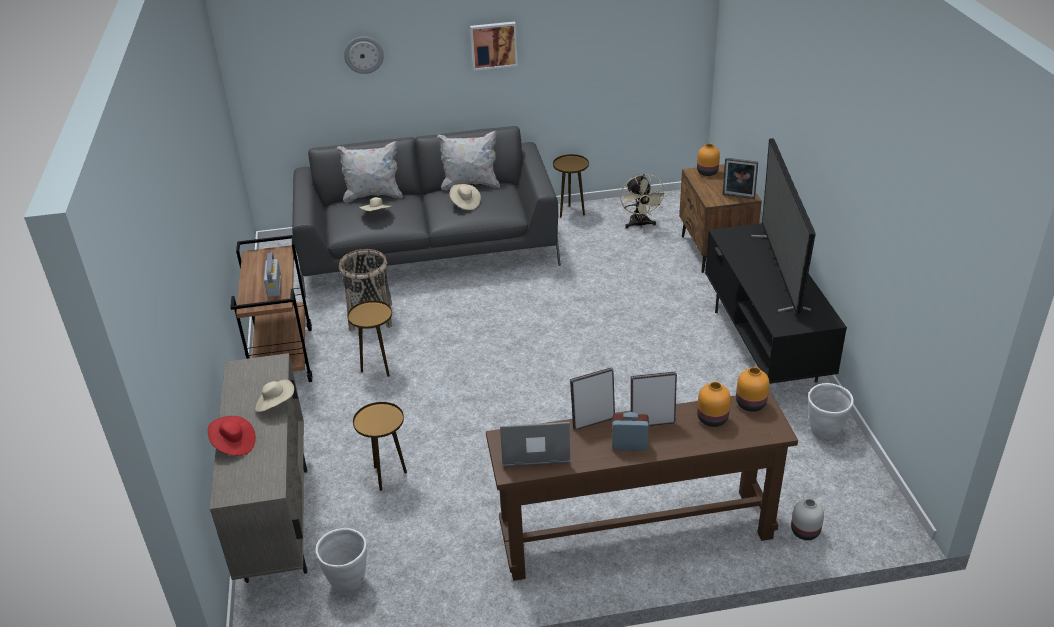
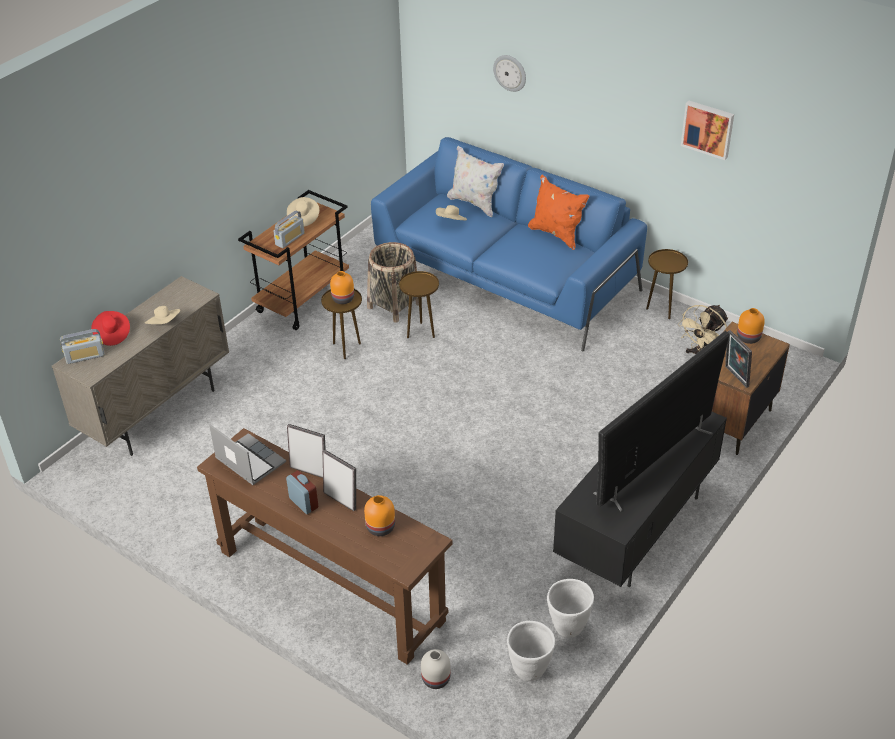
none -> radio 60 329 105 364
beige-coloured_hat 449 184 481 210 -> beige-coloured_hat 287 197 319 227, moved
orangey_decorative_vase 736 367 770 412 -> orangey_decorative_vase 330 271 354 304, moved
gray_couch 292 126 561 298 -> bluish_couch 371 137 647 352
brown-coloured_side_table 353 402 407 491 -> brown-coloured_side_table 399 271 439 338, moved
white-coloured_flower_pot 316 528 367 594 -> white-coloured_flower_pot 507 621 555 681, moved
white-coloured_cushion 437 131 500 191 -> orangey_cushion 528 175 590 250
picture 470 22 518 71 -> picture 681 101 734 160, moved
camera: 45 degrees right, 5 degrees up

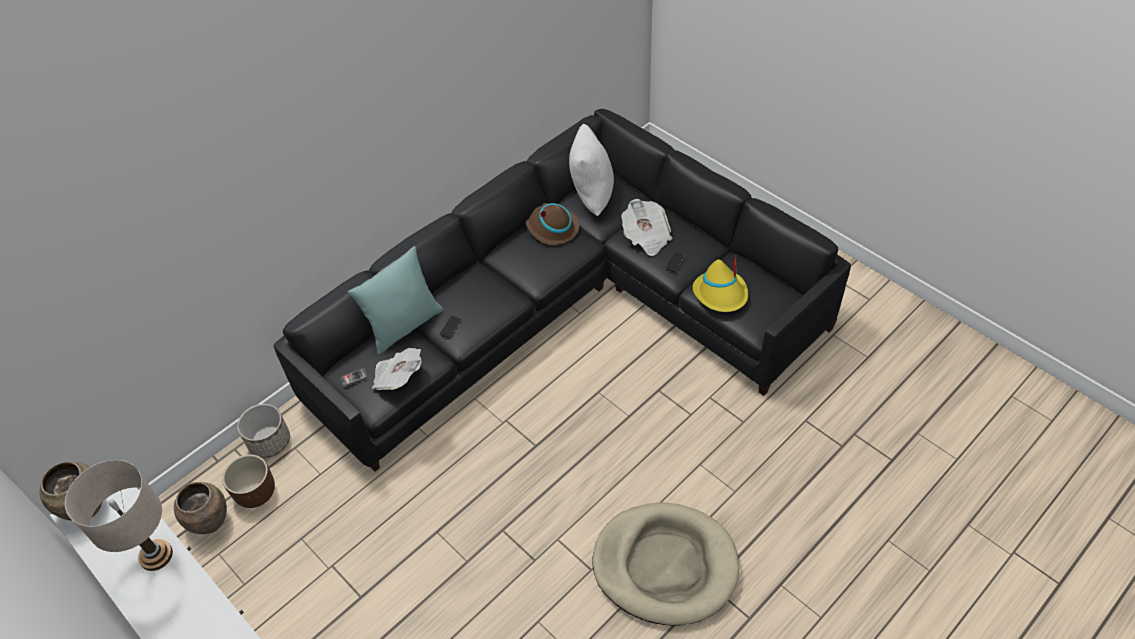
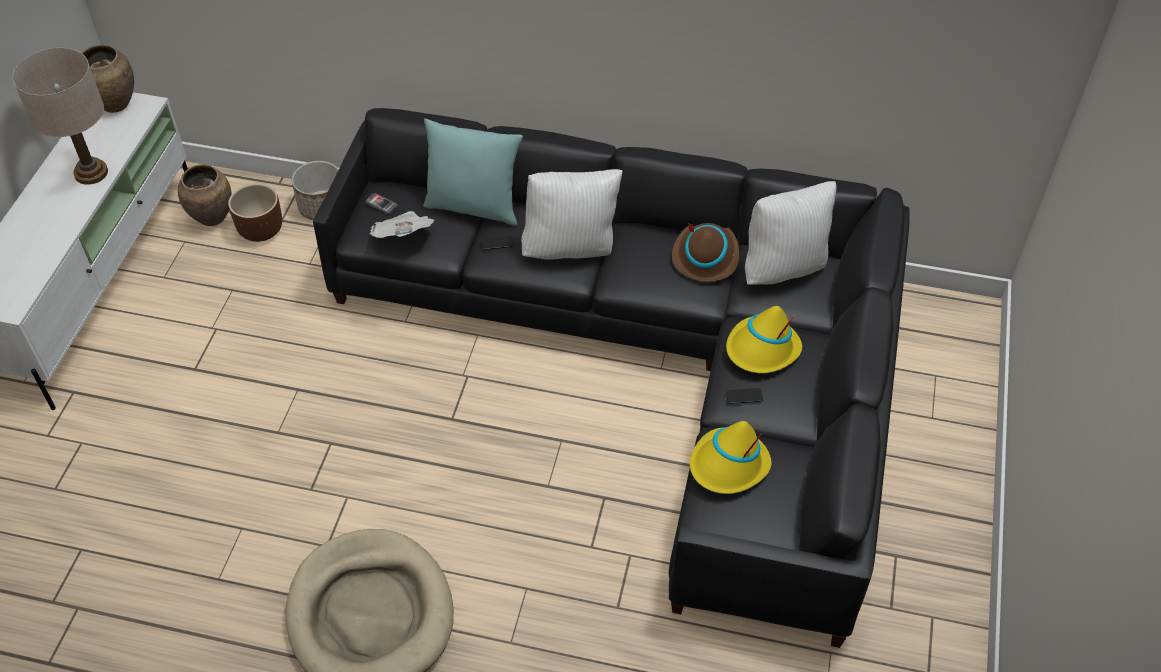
none -> white-coloured_cushion 521 169 622 260
newspaper 621 199 672 256 -> yellow-coloured_hat 726 306 802 373
camera: 55 degrees right, 0 degrees up

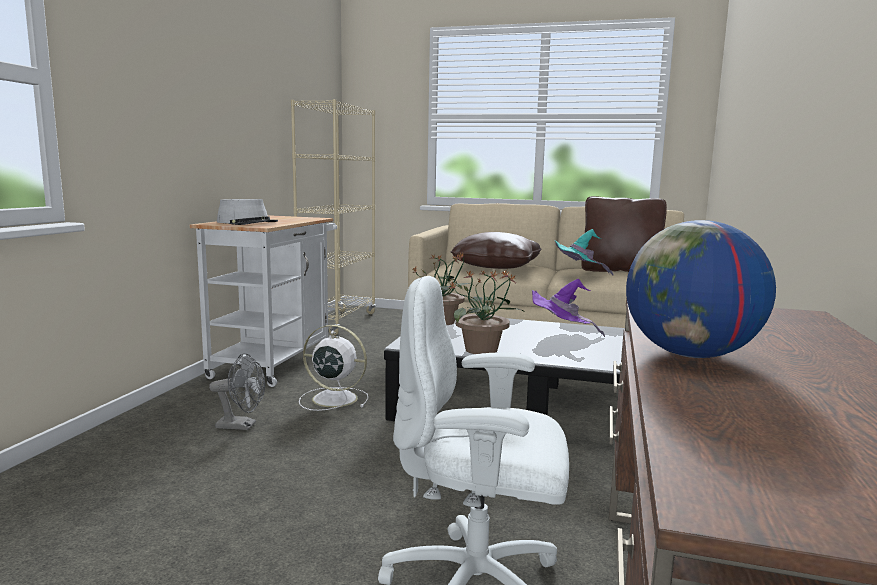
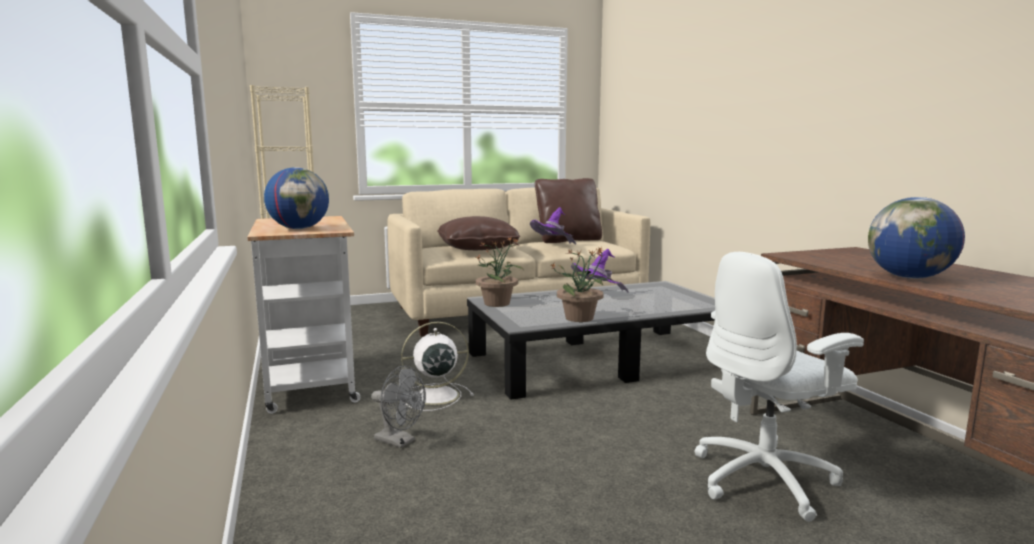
gray_hat 217 199 278 225 -> world_globe 264 167 329 229
gray_cooling_fan 209 353 265 430 -> gray_cooling_fan 371 366 426 448, 60 degrees clockwise
blue-green_hat 554 229 614 275 -> purple_hat 530 207 576 245
camera: 35 degrees left, 0 degrees up

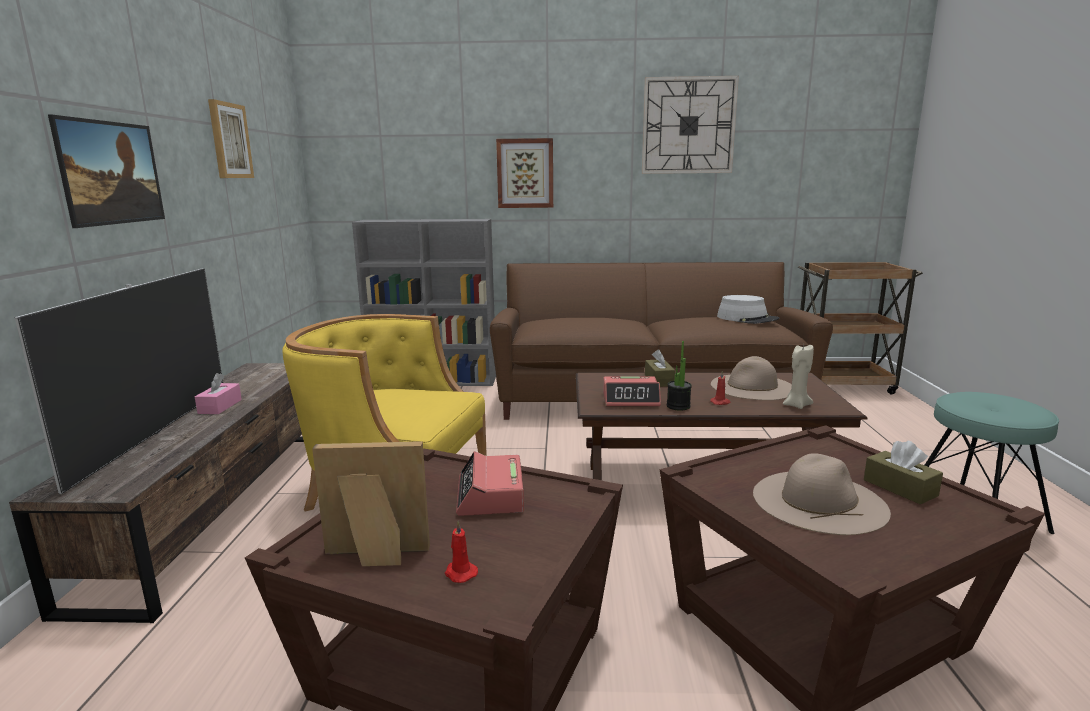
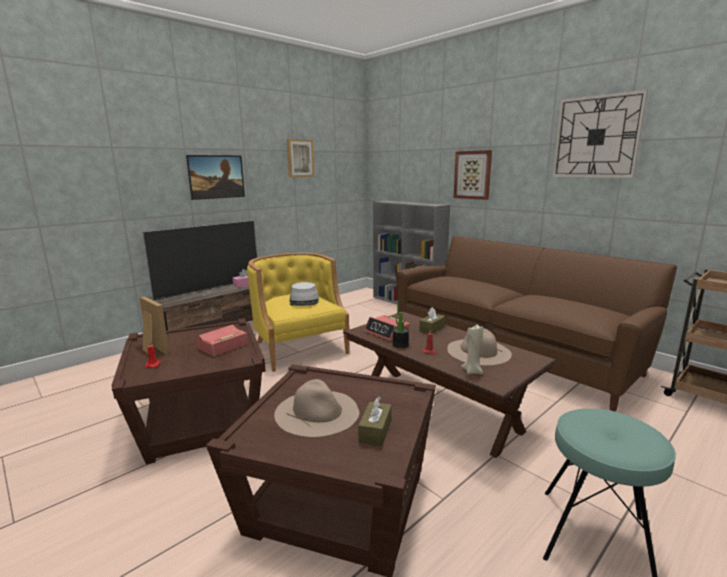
gray_hat 717 295 779 324 -> gray_hat 289 282 319 306, moved
camera: 45 degrees right, 0 degrees up

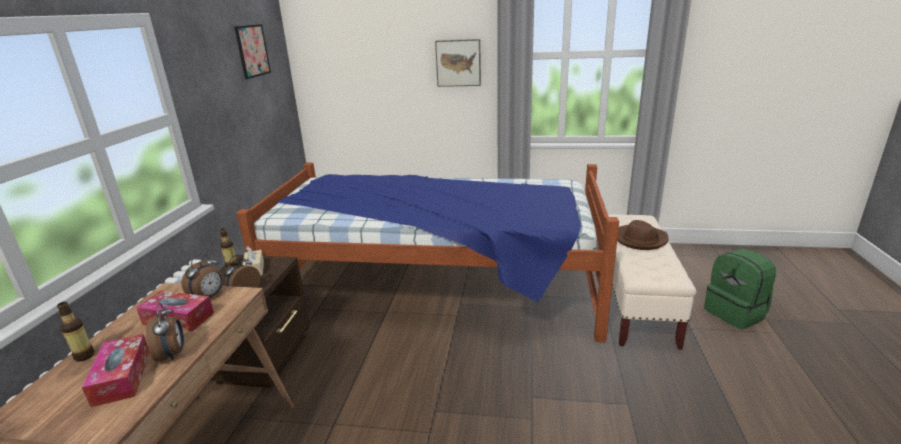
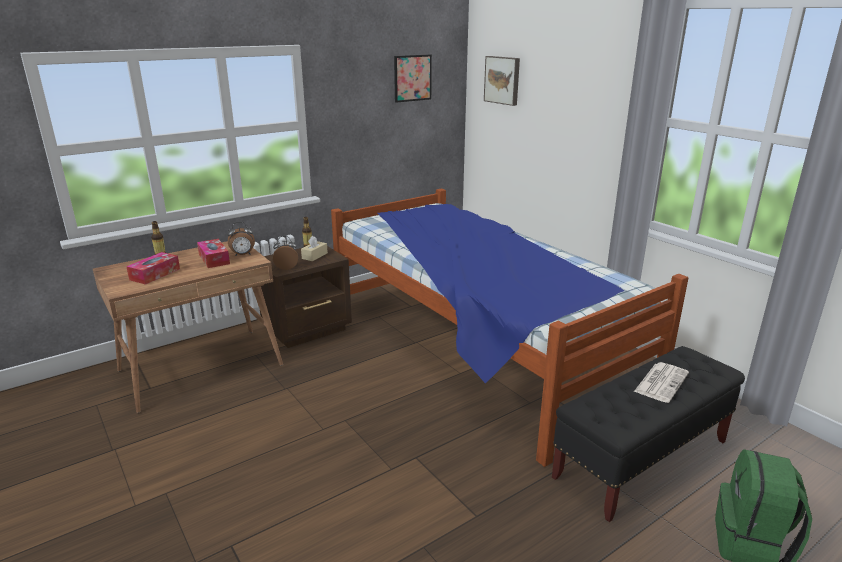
picture 435 39 481 87 -> picture 484 56 520 106, moved
beige-coloured_indoor_bench 608 215 696 350 -> black-coloured_indoor_bench 552 346 745 522
brown-coloured_hat 617 220 668 250 -> newspaper 634 362 689 403
alarm_clock 146 303 184 362 -> none
camera: 45 degrees right, 0 degrees up

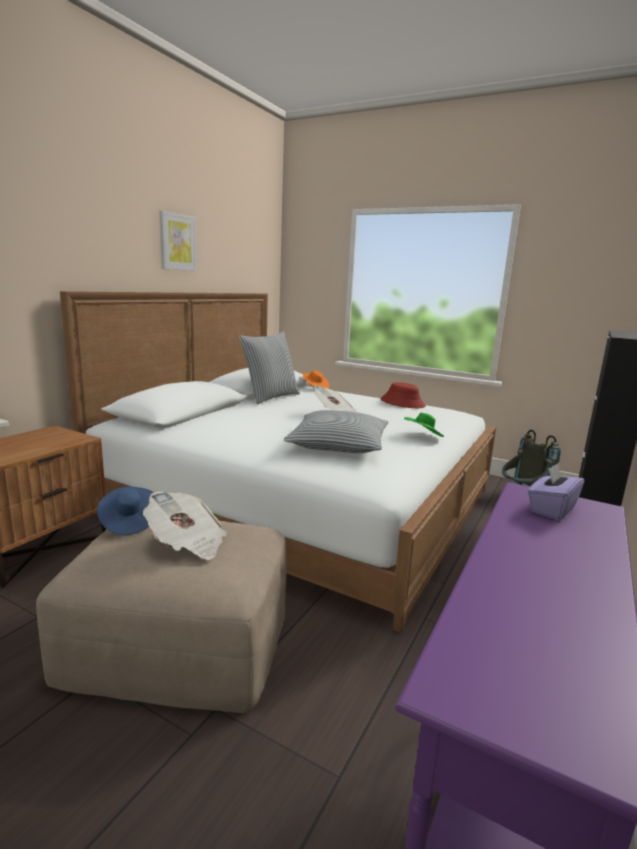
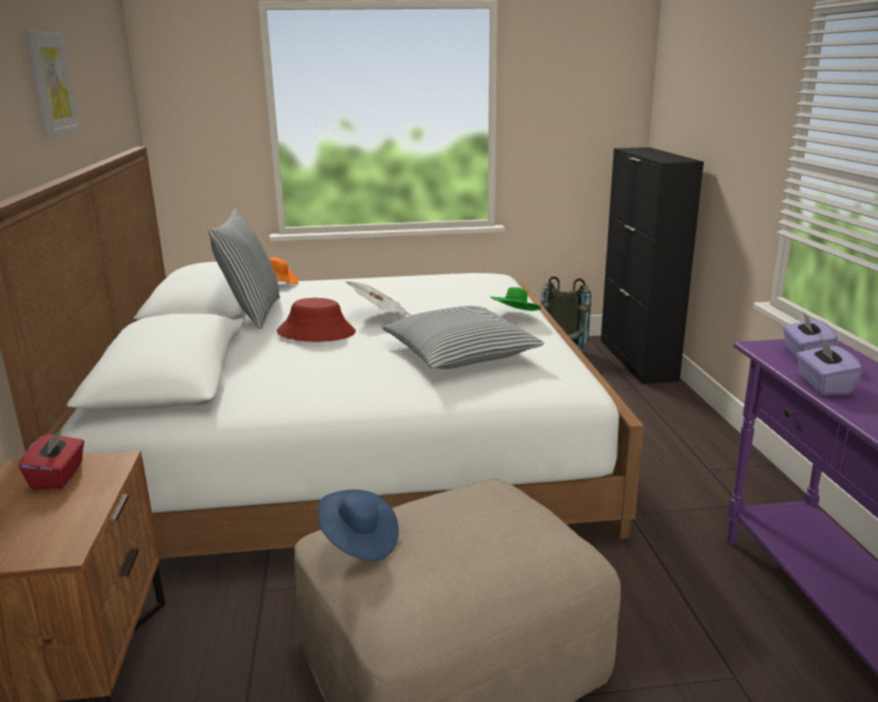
none -> reddish_tissue_holder 19 428 84 490
reddish_hat 380 382 426 408 -> reddish_hat 277 298 356 342, moved
none -> purple_tissue_holder 796 337 863 395
newspaper 143 491 227 560 -> none
camera: 35 degrees left, 5 degrees up

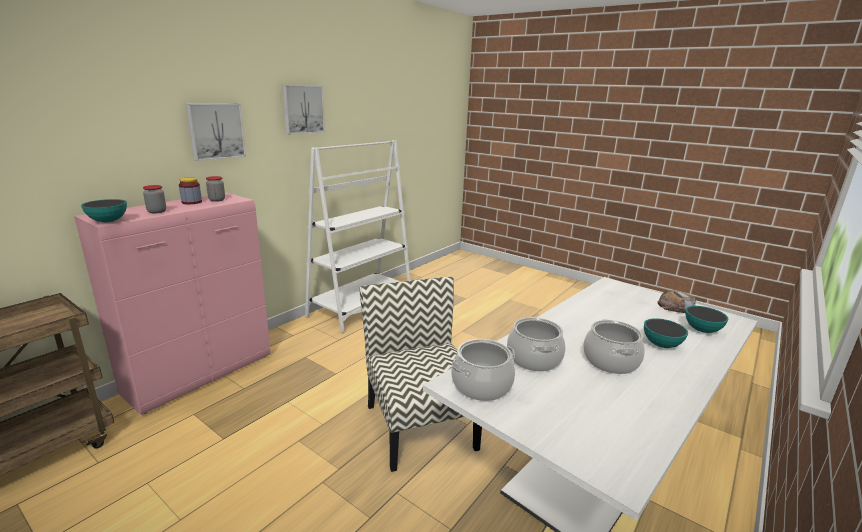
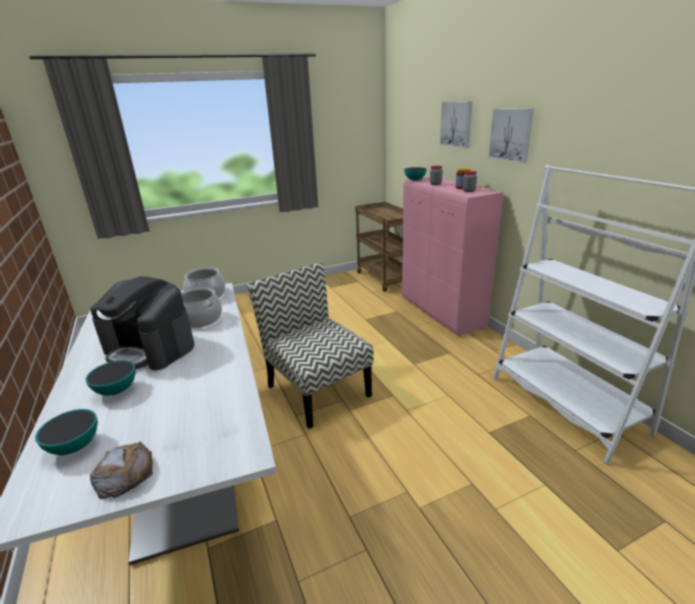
stockpot 583 319 645 374 -> coffee_brewer 91 276 194 370
chair 359 277 482 472 -> chair 247 262 374 429, 135 degrees counterclockwise
picture 282 85 325 134 -> picture 440 101 473 148, moved
camera: 120 degrees right, 5 degrees up

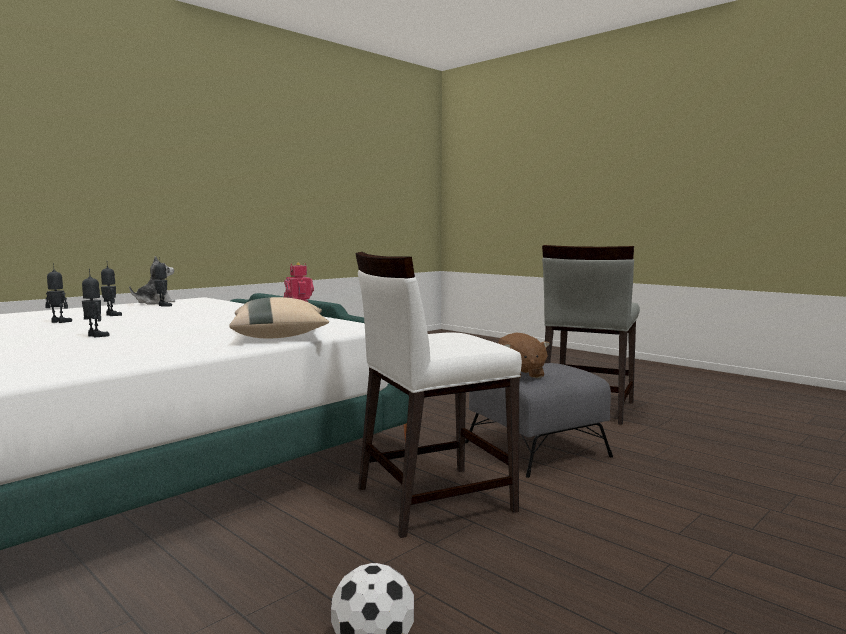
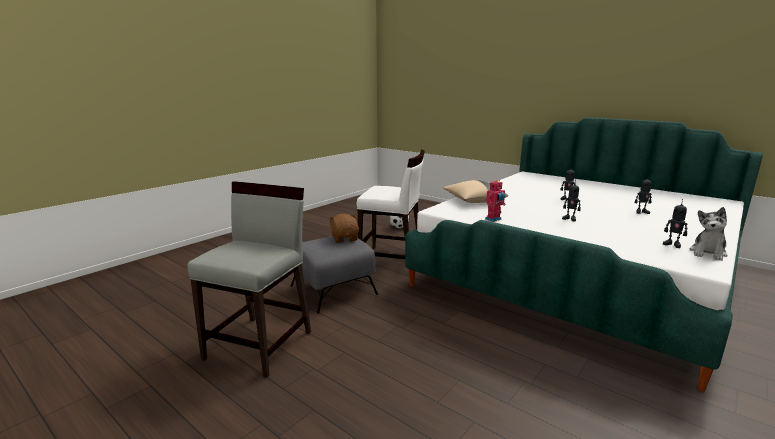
white-coloured_chair 355 252 522 538 -> white-coloured_chair 357 150 424 259, 45 degrees clockwise
toy_robot 101 266 122 316 -> toy_robot 562 180 581 222, moved
camera: 175 degrees right, 10 degrees up

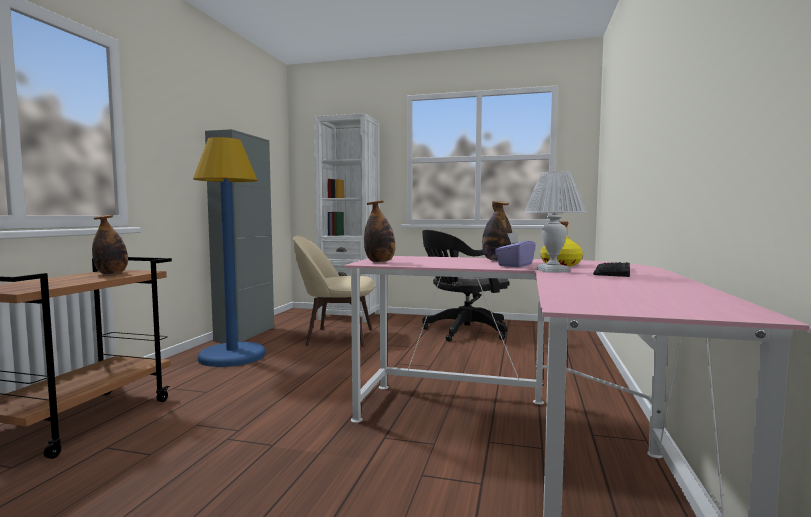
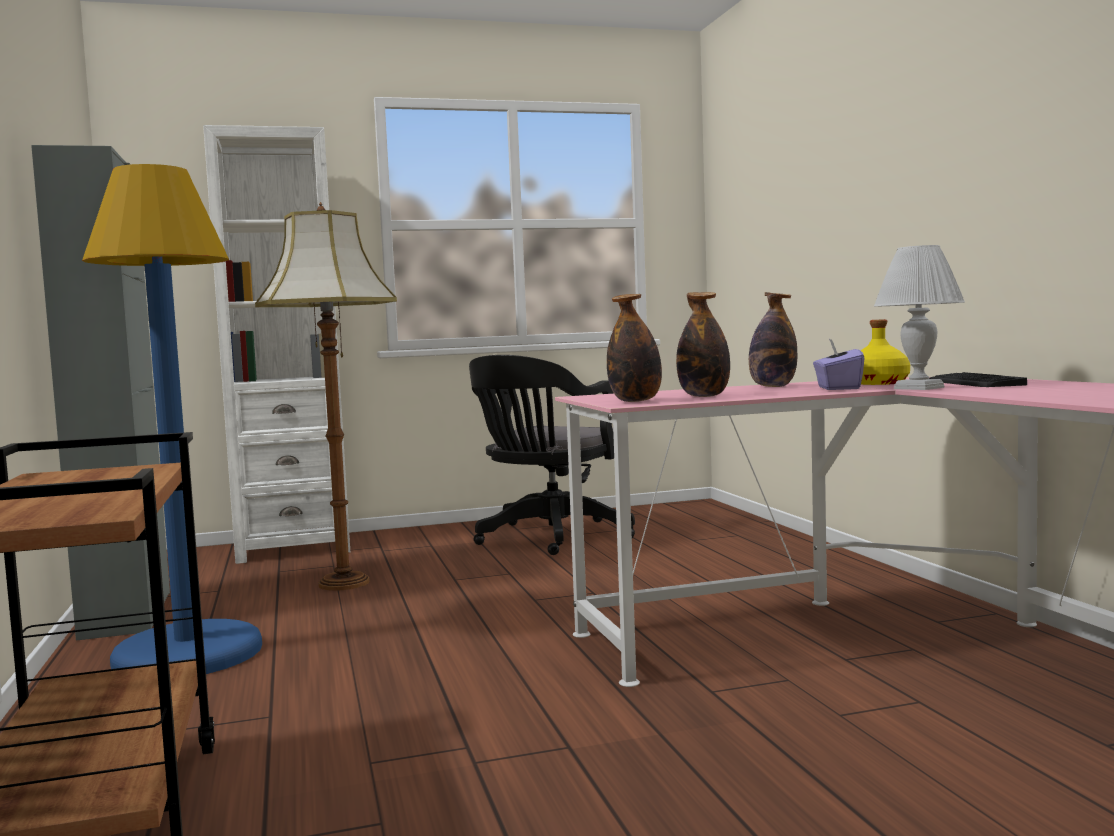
beige-coloured_chair 293 236 376 347 -> standard_lamp 255 202 397 591
bottle 92 215 128 274 -> bottle 676 292 730 397, moved
camera: 30 degrees left, 0 degrees up

